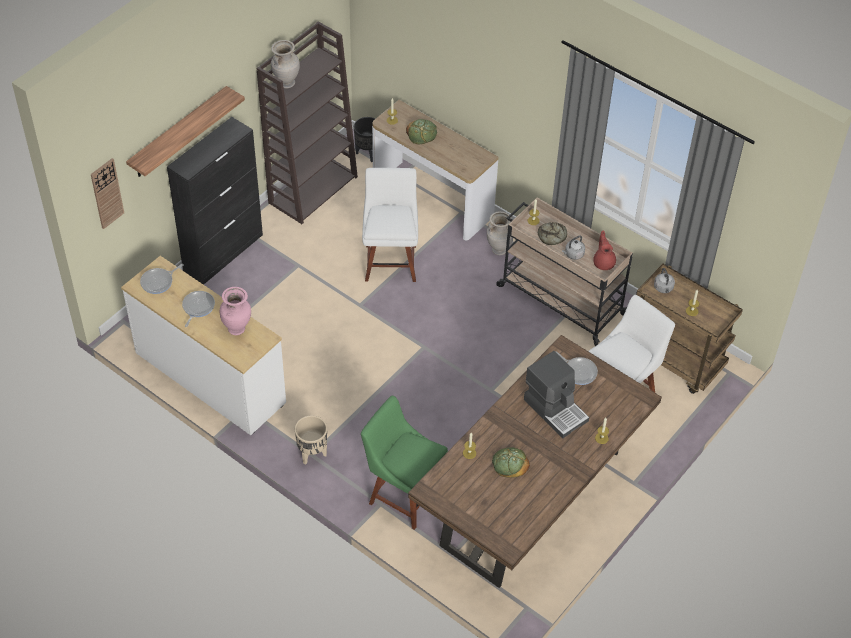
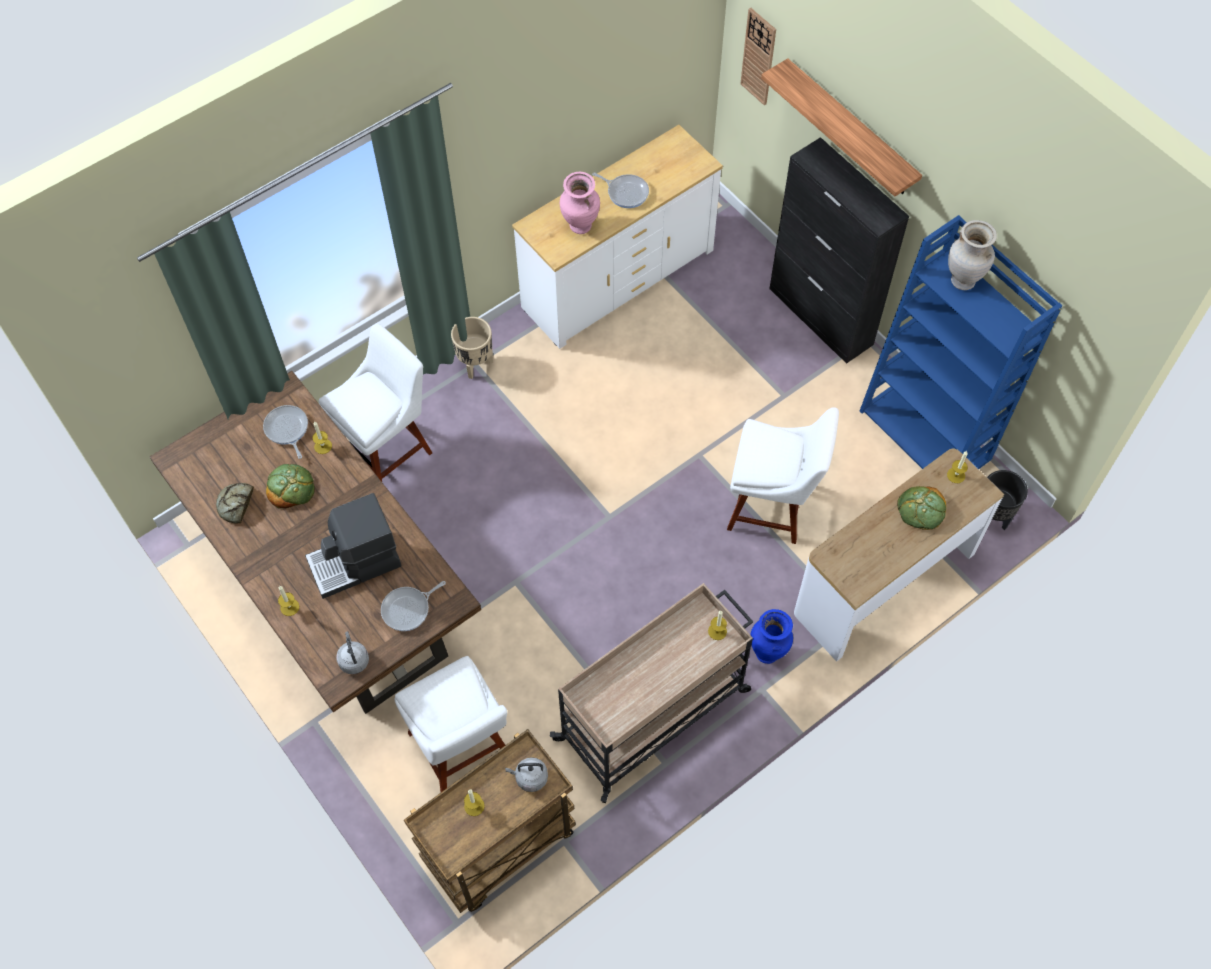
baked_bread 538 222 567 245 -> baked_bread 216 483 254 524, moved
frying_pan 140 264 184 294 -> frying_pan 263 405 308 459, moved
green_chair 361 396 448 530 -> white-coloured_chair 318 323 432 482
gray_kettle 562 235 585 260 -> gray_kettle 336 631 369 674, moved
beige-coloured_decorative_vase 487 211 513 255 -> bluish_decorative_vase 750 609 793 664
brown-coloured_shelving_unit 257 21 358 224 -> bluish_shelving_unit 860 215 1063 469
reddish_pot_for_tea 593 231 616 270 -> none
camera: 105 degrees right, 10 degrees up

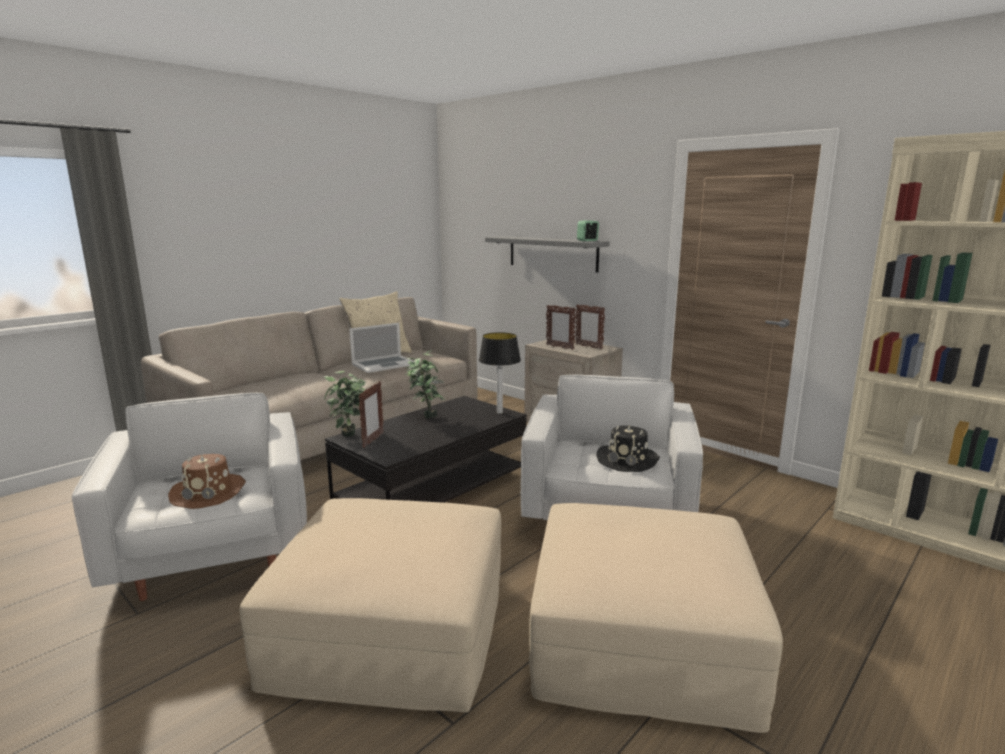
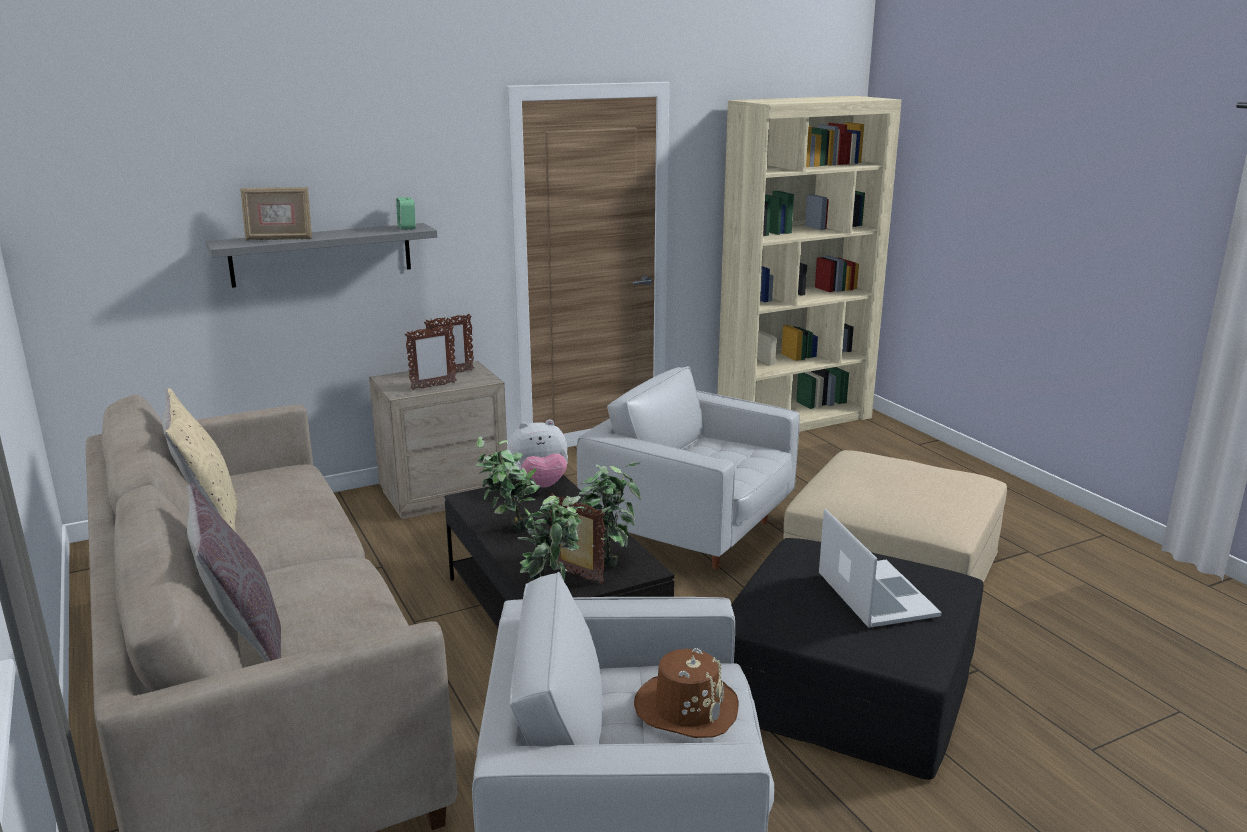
none -> gray_cushion 187 483 281 662
none -> photo_frame 240 187 312 241
lamp_for_a_table 479 332 521 414 -> cuddly_toy 507 419 568 488
none -> houseplant 579 462 641 567
beige-coloured_pouffe 240 498 501 712 -> black-coloured_pouffe 731 538 983 780
portable_computer 349 323 415 373 -> portable_computer 819 509 942 628, moved
black-coloured_hat 596 426 660 472 -> none
camera: 70 degrees left, 5 degrees up

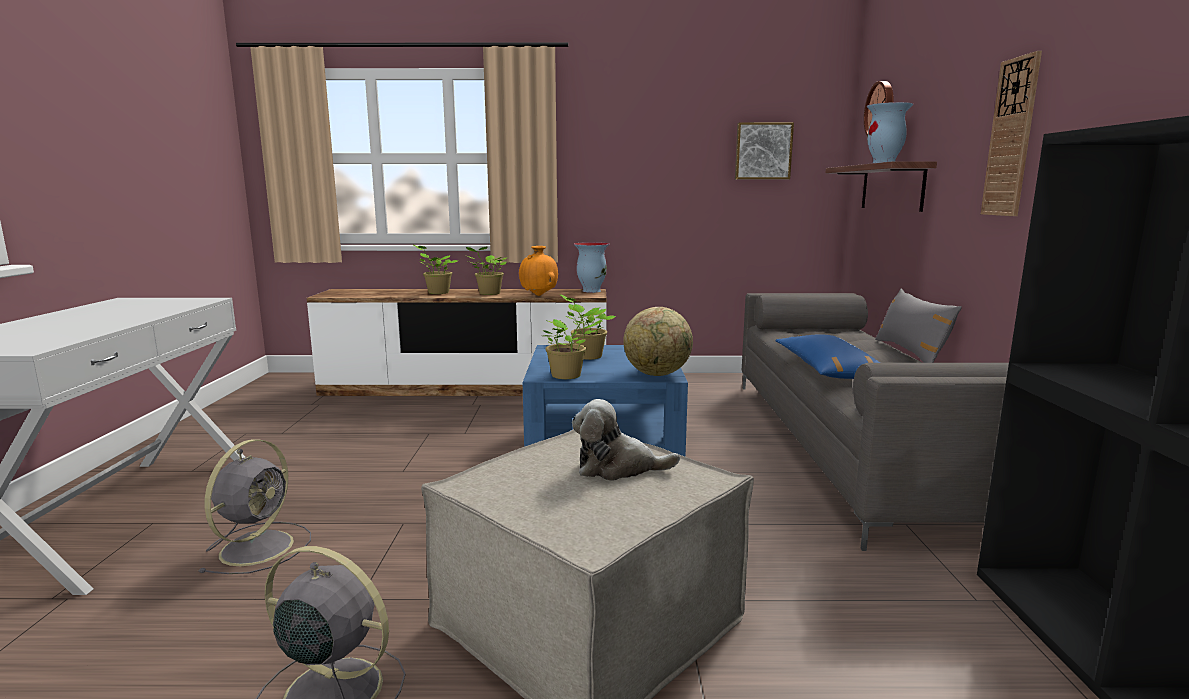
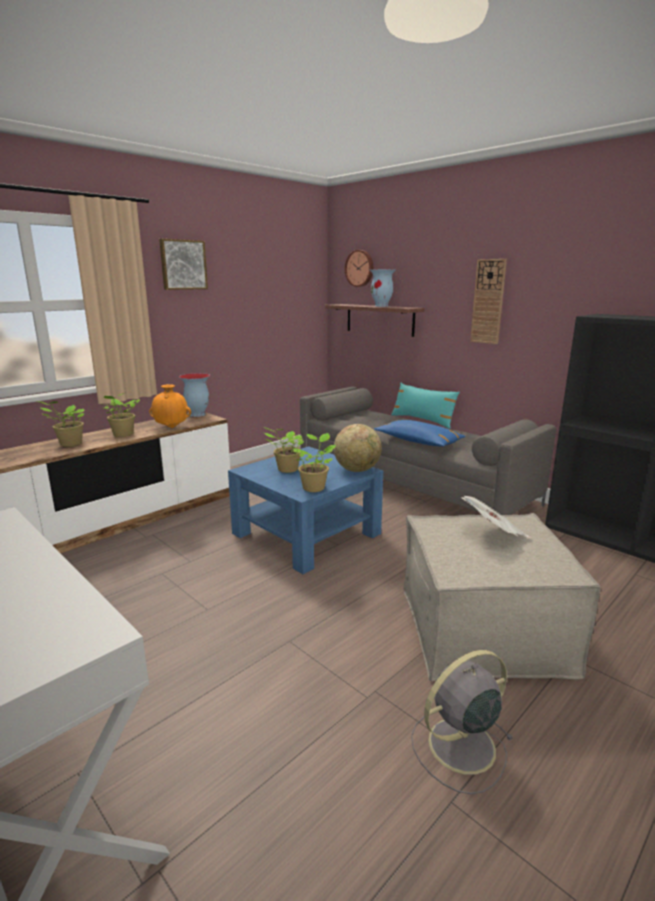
picture 735 122 794 179 -> picture 159 239 208 290, moved
gray_cushion 875 289 962 363 -> blue-green_cushion 391 383 460 428
cuddly_toy 572 399 680 481 -> newspaper 461 496 531 538
gray_cooling_fan 198 439 311 574 -> none
camera: 45 degrees left, 5 degrees up

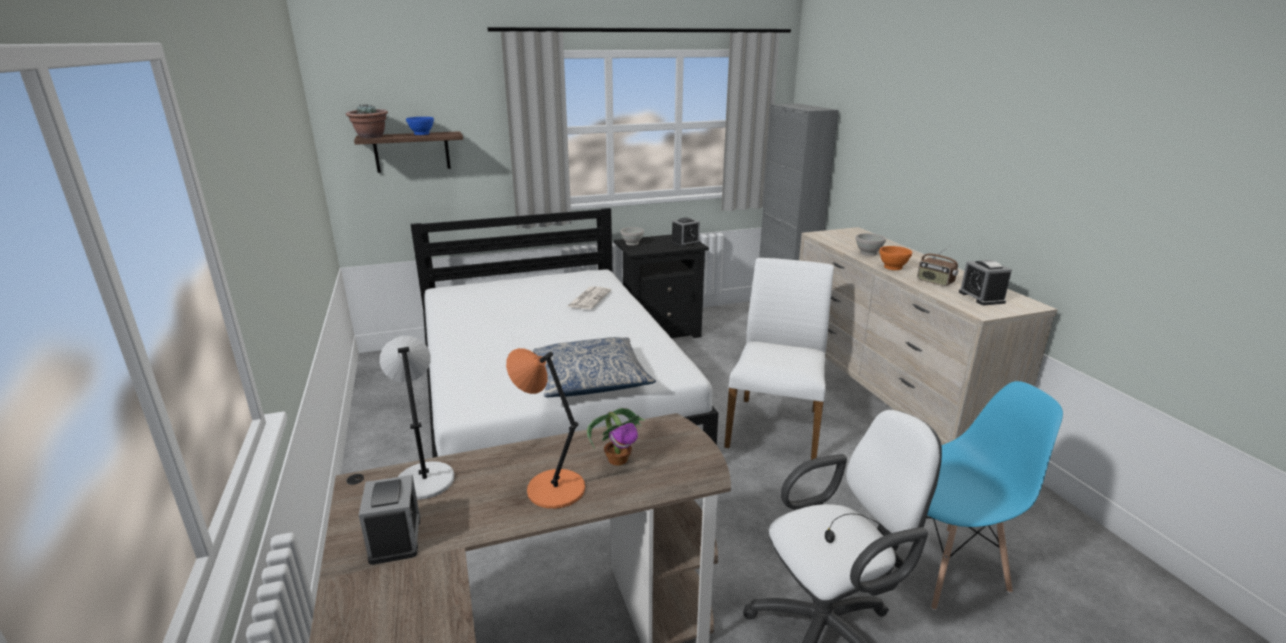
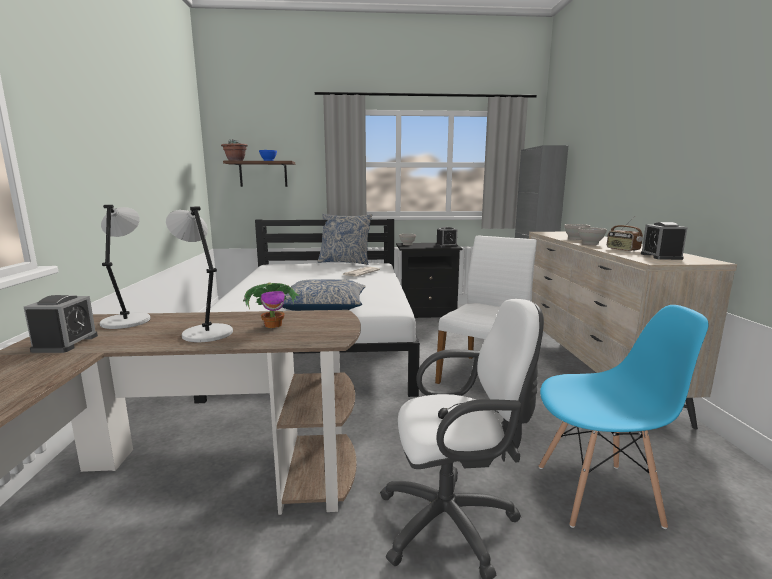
orangey_lamp_for_a_table 506 348 585 509 -> gray_lamp_for_a_table 166 206 233 342
none -> cushion 317 214 372 265
orangey_bowl 879 246 912 270 -> white-coloured_bowl 578 227 607 245
camera: 15 degrees right, 10 degrees down

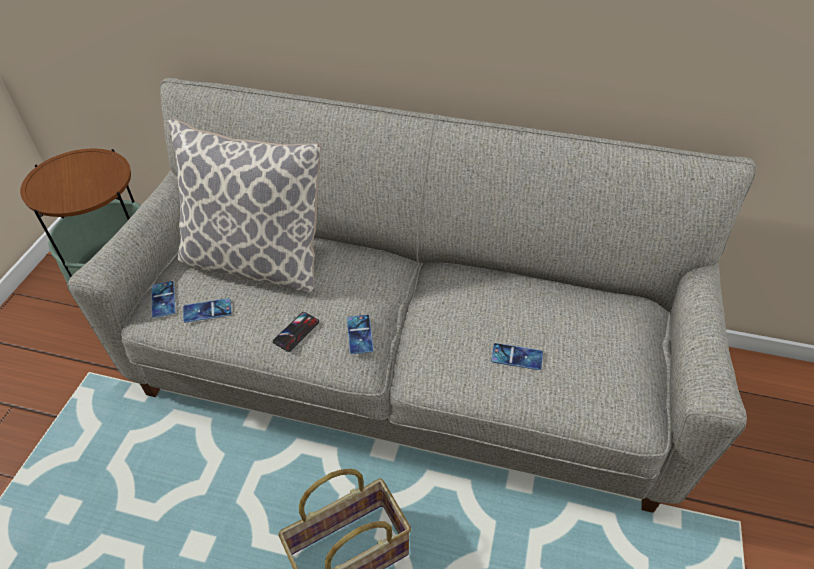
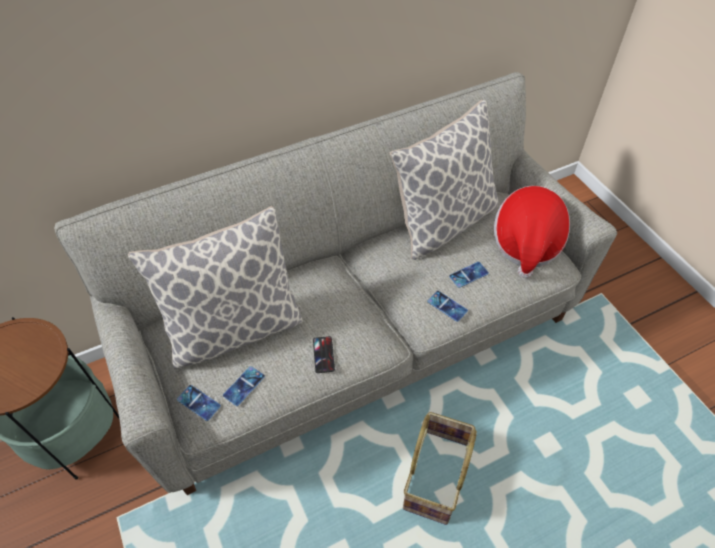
none -> cushion 389 99 498 260
handset 347 315 374 354 -> handset 427 291 468 322, moved
none -> hat 494 186 570 278
camera: 40 degrees left, 5 degrees up

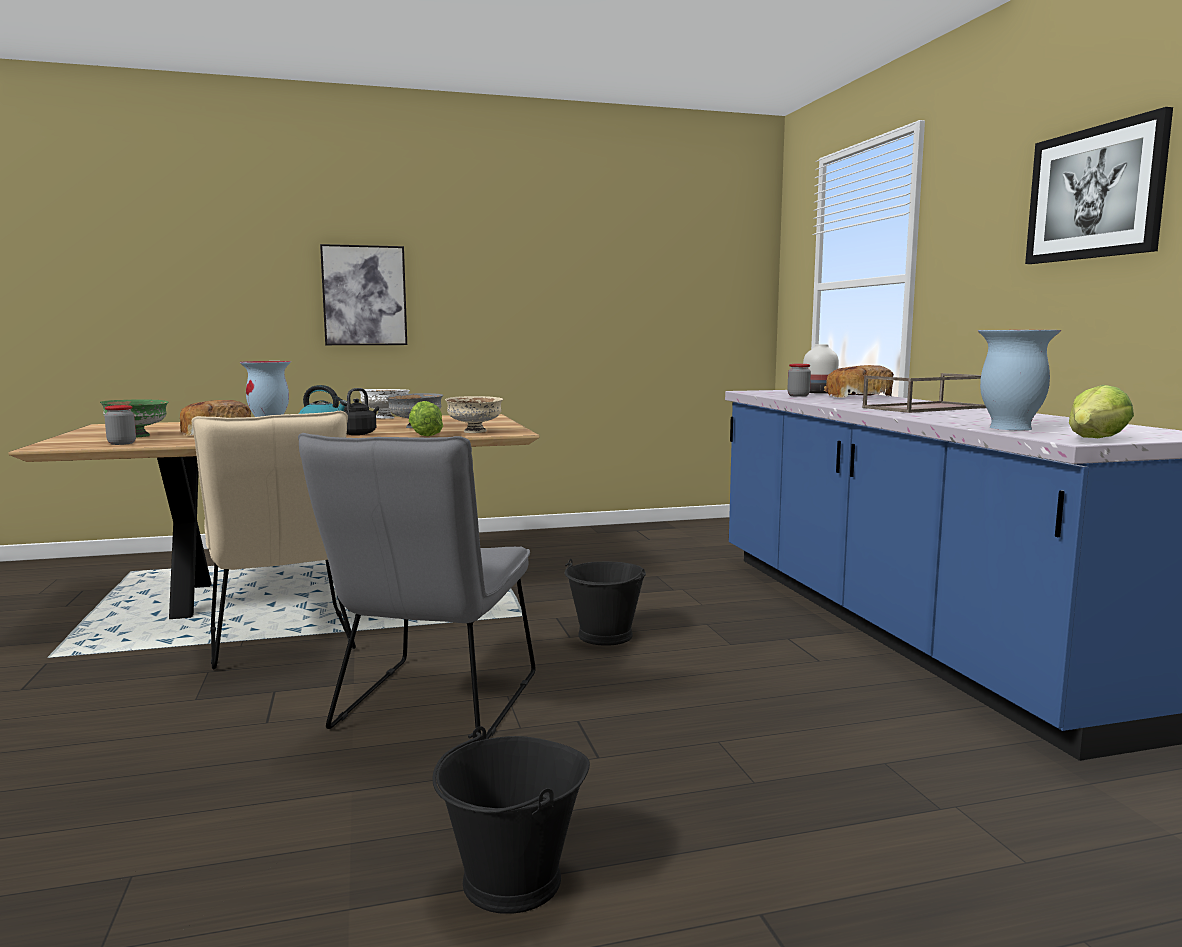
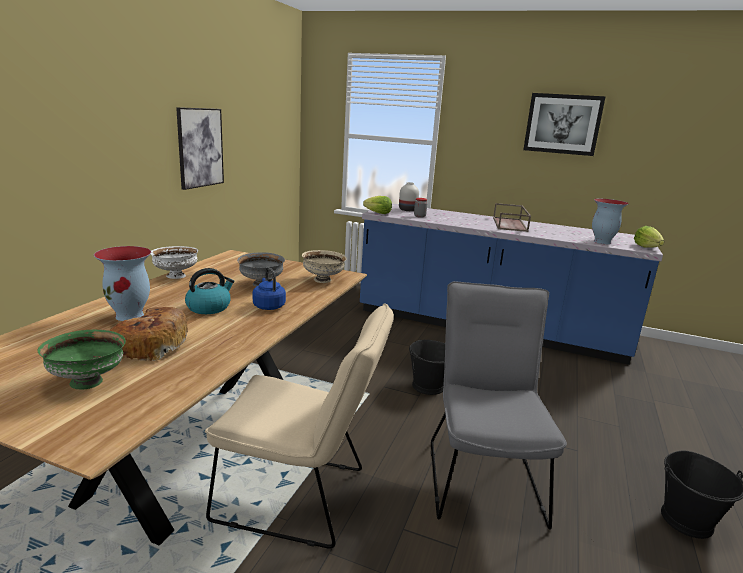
picture 320 244 407 345 -> picture 176 107 224 190, moved
black-coloured_kettle 343 388 379 435 -> bluish_kettle 253 267 286 310
lettuce_head 409 401 443 436 -> lettuce_head 363 196 392 214, moved
gray_chair 298 433 535 739 -> gray_chair 431 281 567 530, 135 degrees counterclockwise
storage_jar 104 405 136 445 -> none
baked_bread 824 365 894 398 -> none
camera: 55 degrees left, 10 degrees up

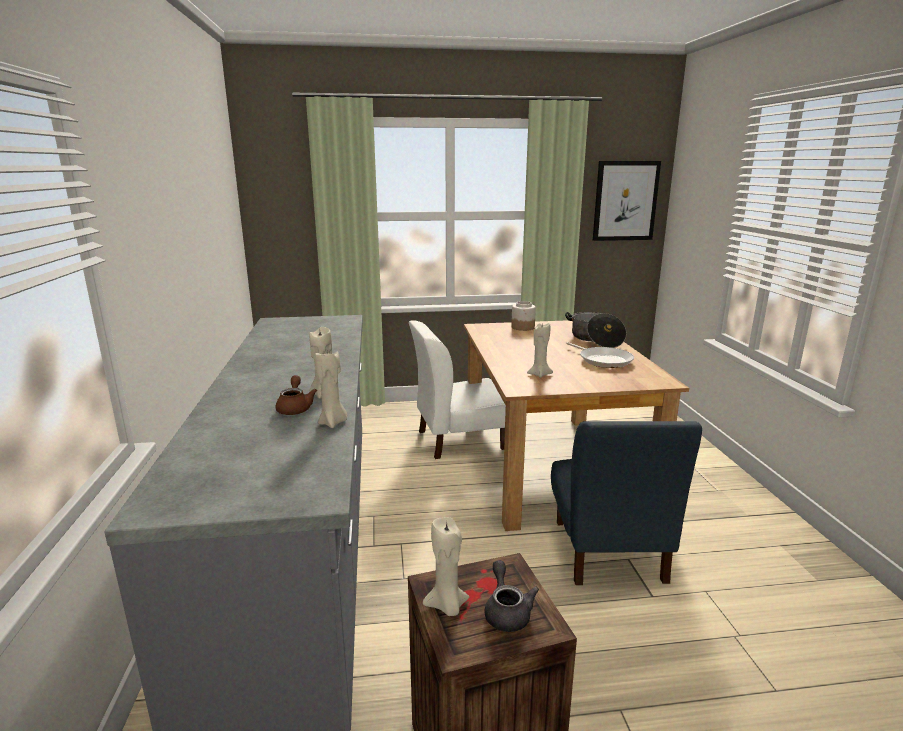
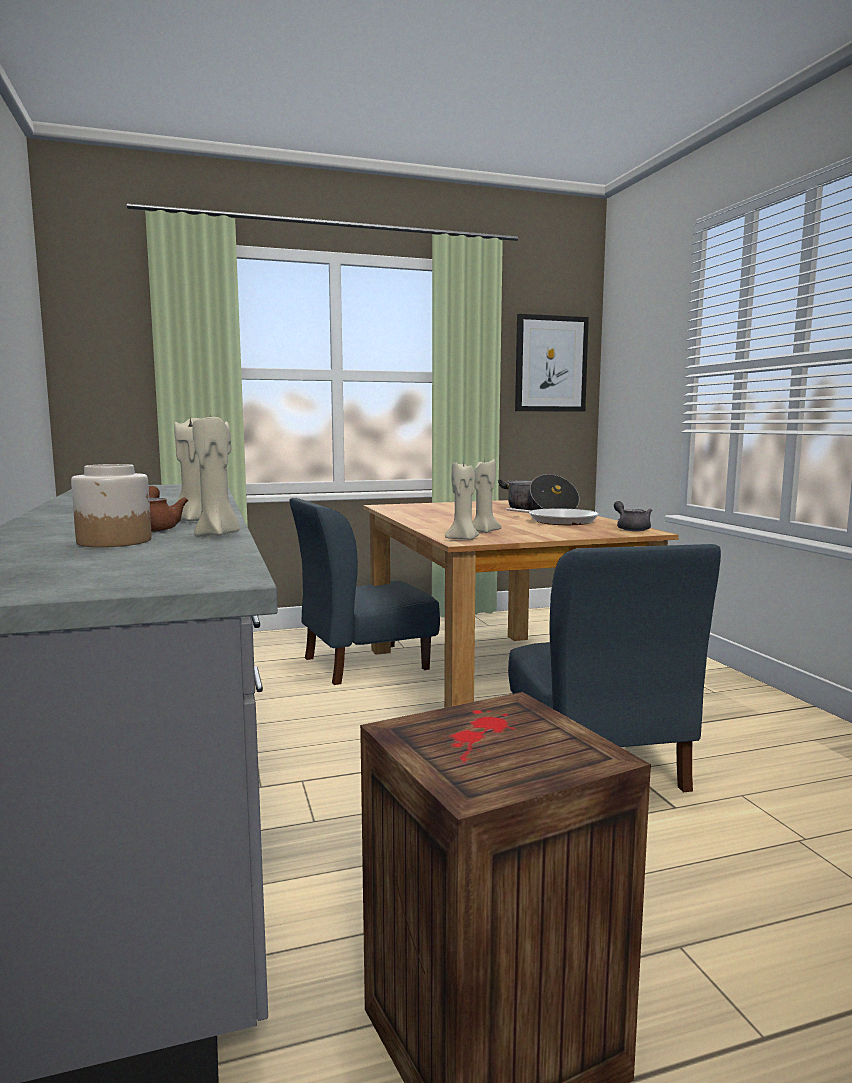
storage_jar 511 301 536 331 -> storage_jar 71 464 152 547, moved
white-coloured_chair 409 320 506 459 -> bluish_chair 289 498 440 685
beige-coloured_wax_light 423 517 469 616 -> beige-coloured_wax_light 445 462 479 540, moved
gray_pot_for_tea 485 560 539 632 -> gray_pot_for_tea 614 501 652 531, moved
camera: 10 degrees left, 10 degrees down

